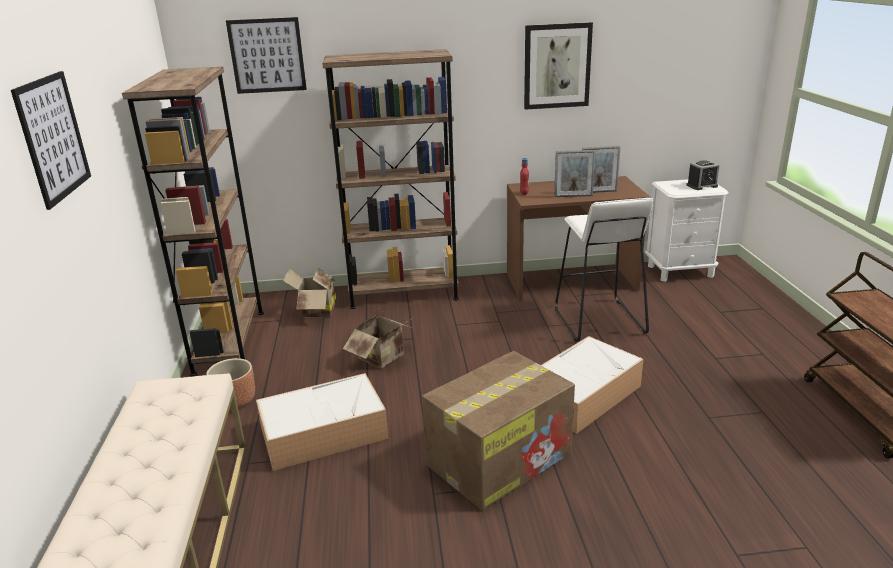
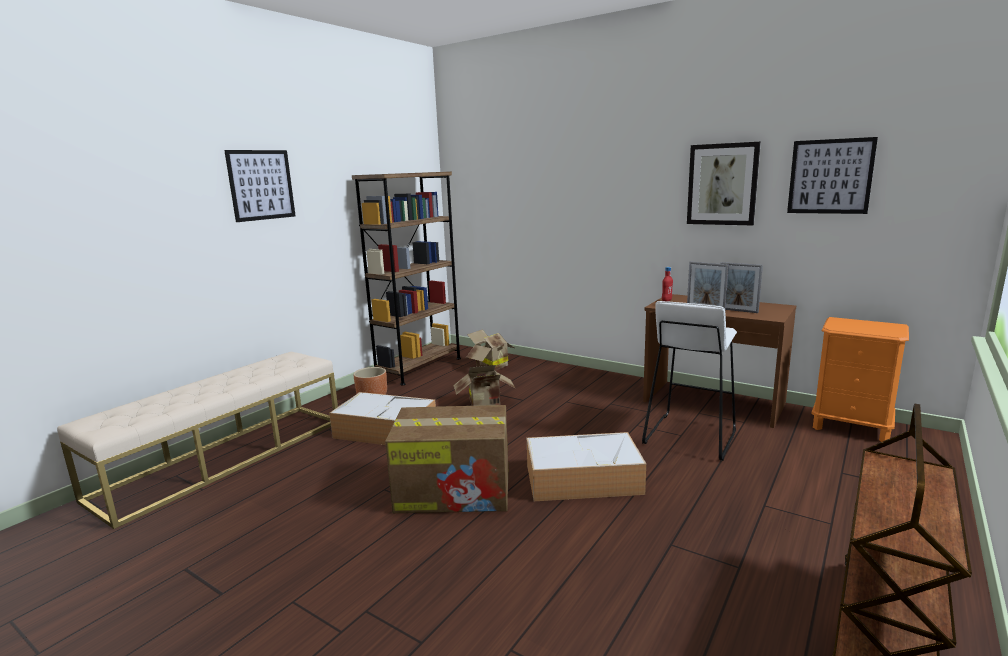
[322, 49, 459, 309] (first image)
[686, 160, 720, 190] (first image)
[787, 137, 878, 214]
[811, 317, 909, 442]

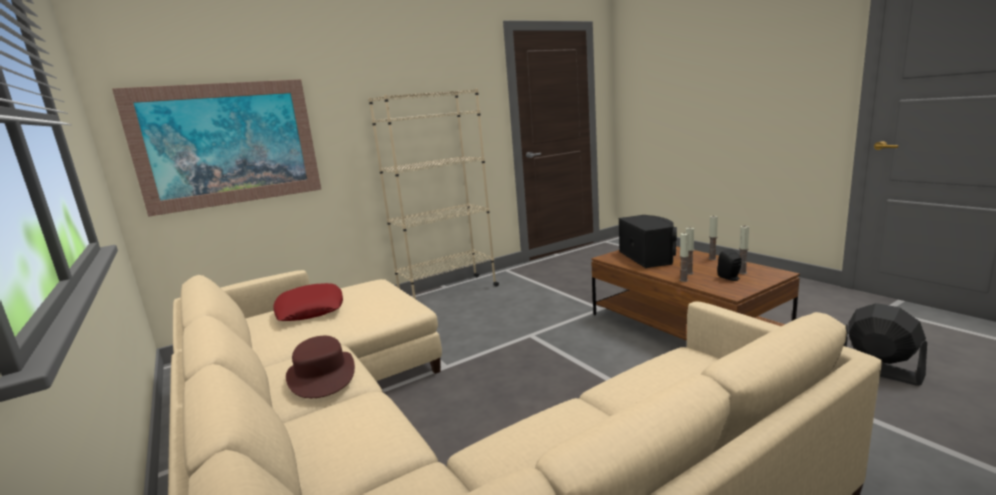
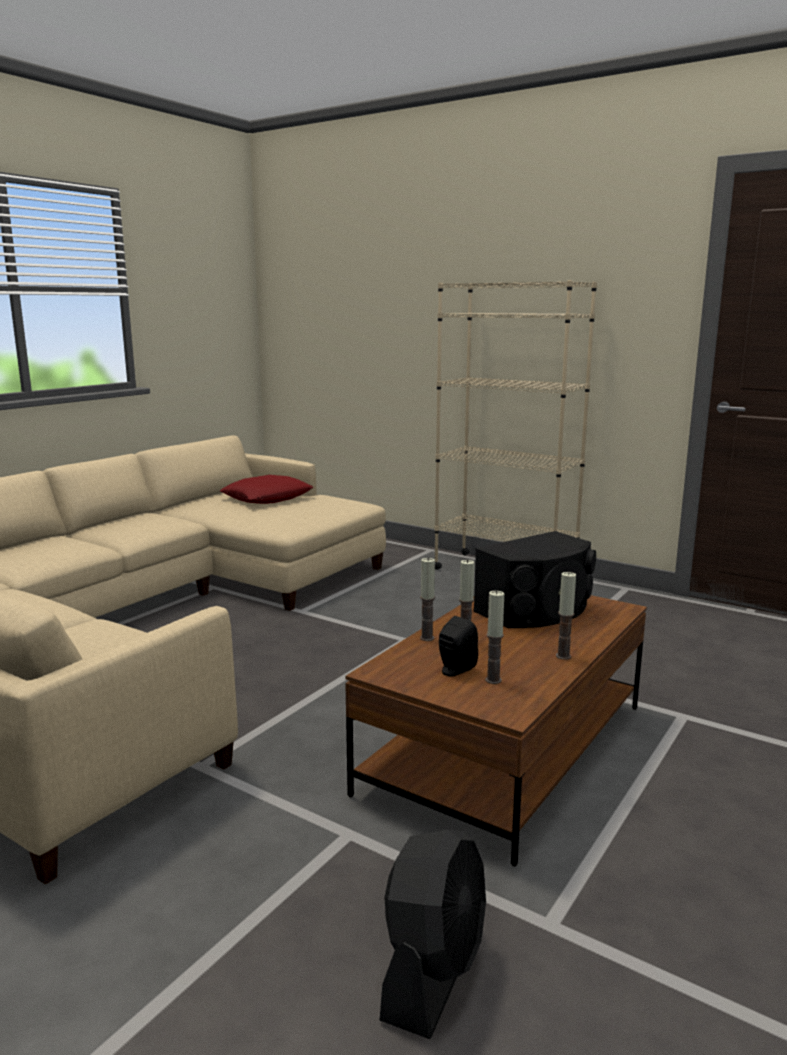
[112, 79, 321, 217] (first image)
[286, 336, 355, 398] (first image)

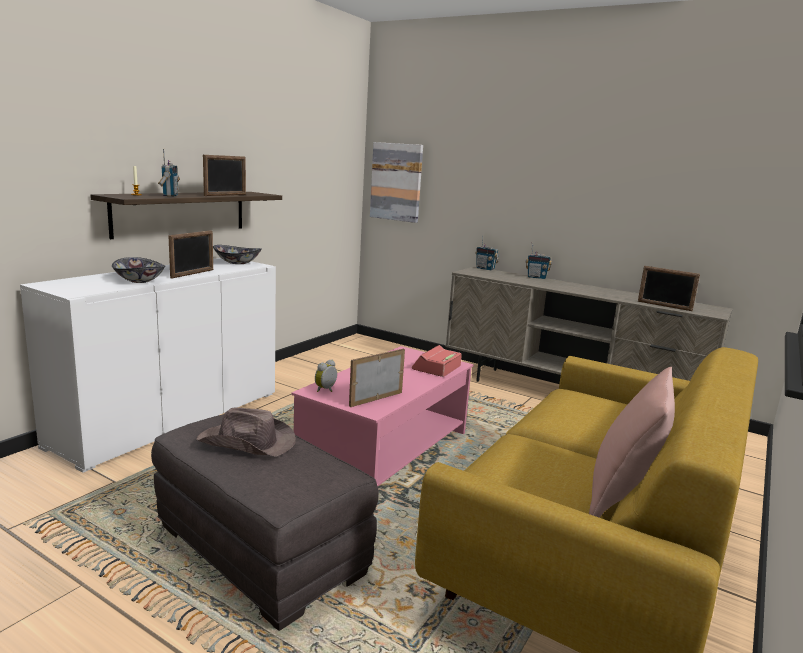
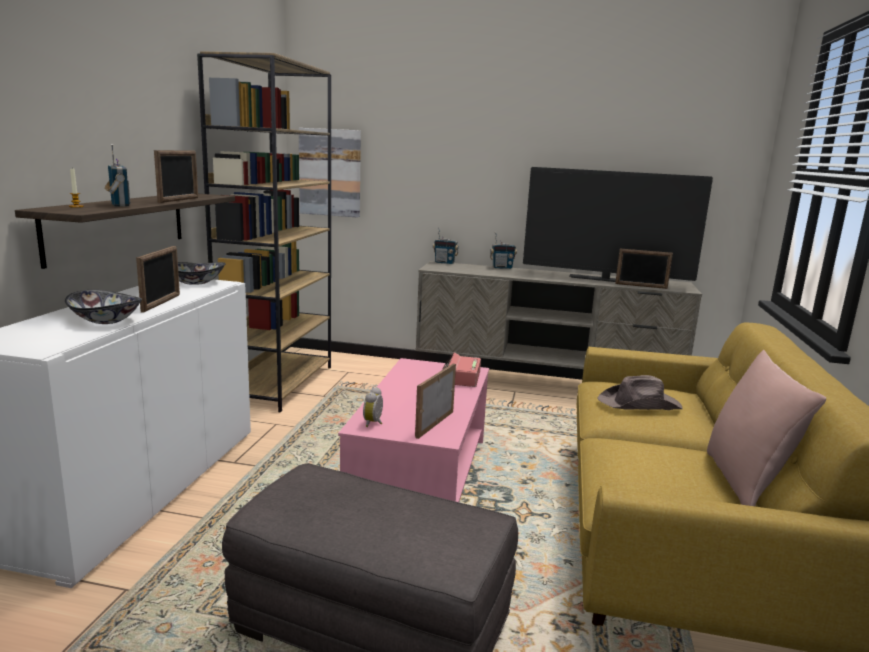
[197, 51, 331, 413]
[523, 167, 713, 282]
[598, 375, 682, 410]

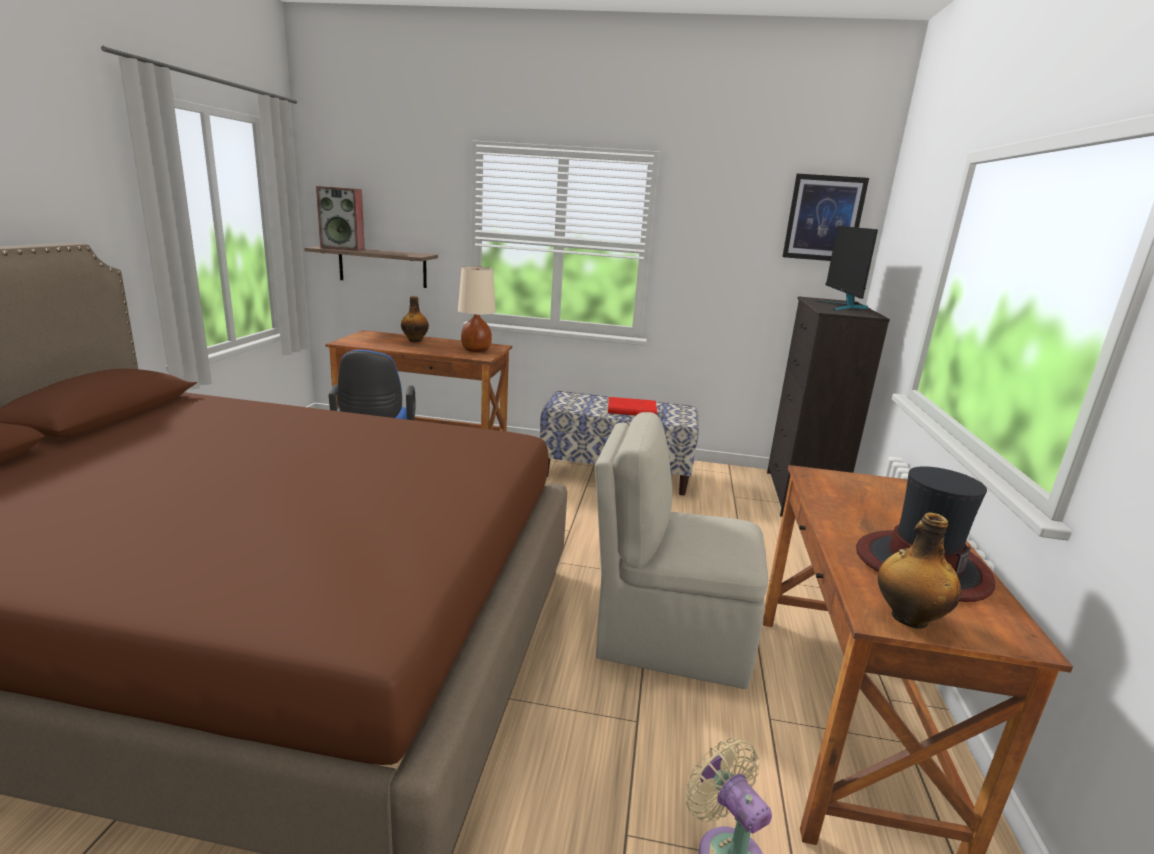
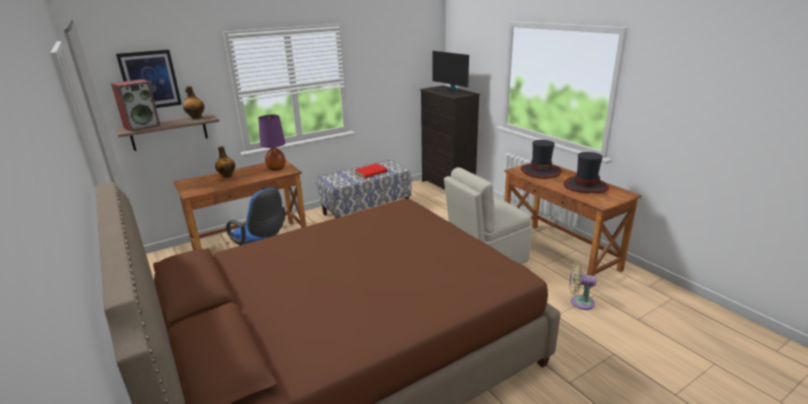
[521, 140, 562, 179]
[116, 50, 182, 108]
[183, 86, 205, 119]
[258, 115, 286, 170]

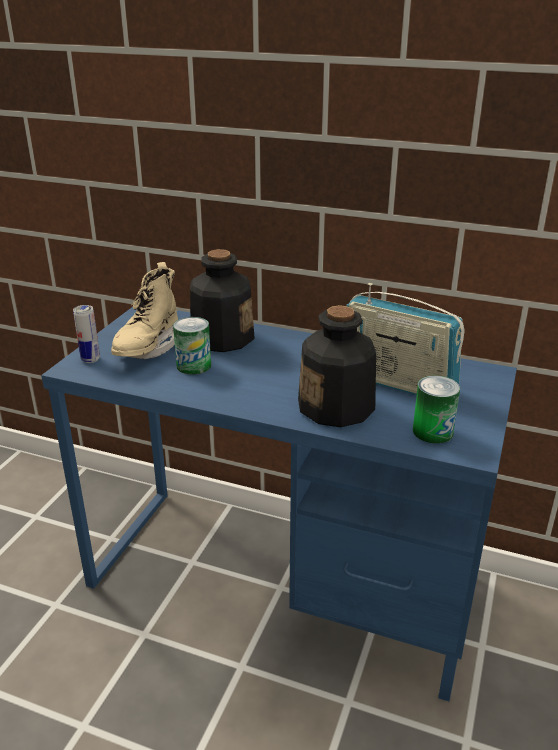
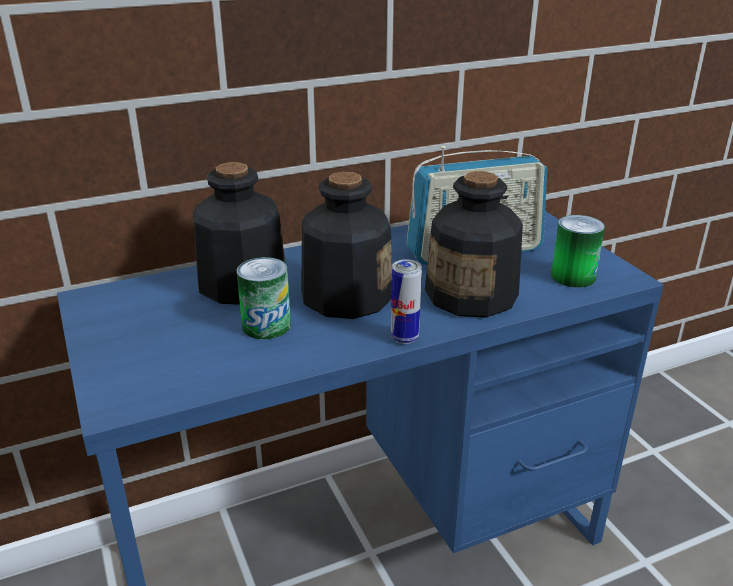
[111, 262, 178, 359] (first image)
[301, 172, 392, 319]
[391, 259, 422, 344]

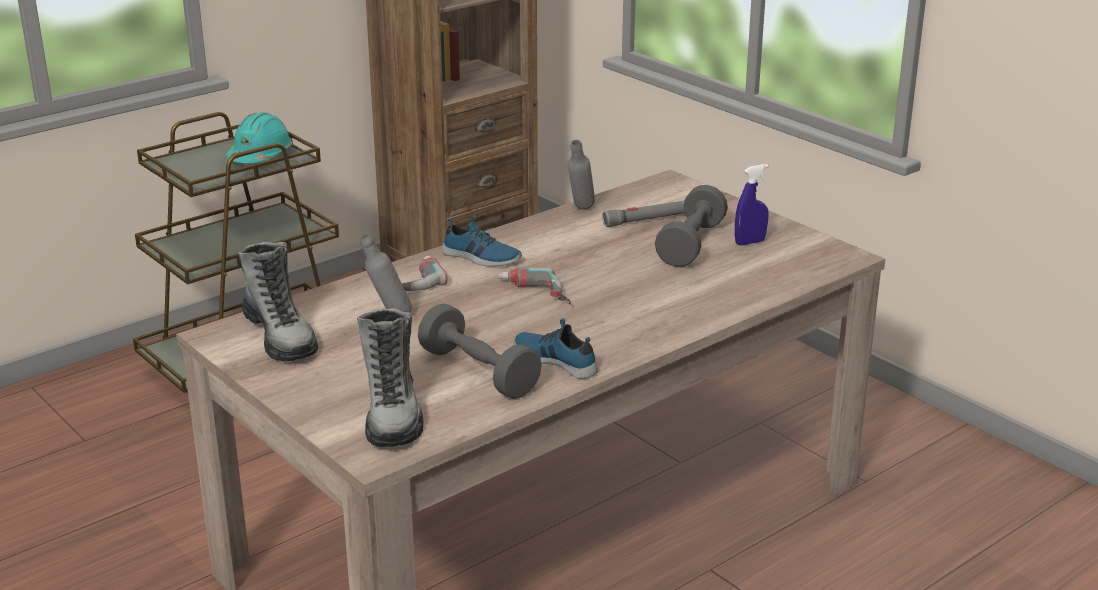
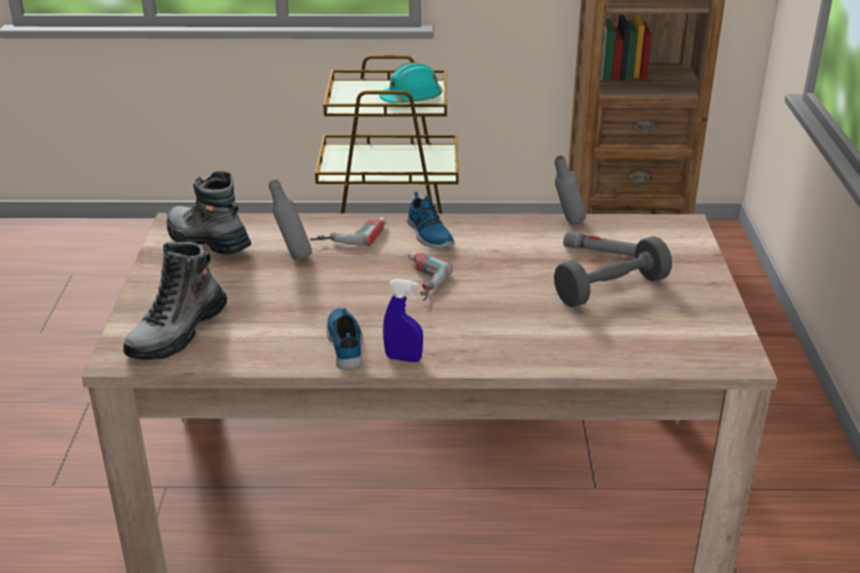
[418, 303, 542, 399] (first image)
[383, 279, 423, 362]
[167, 171, 251, 255]

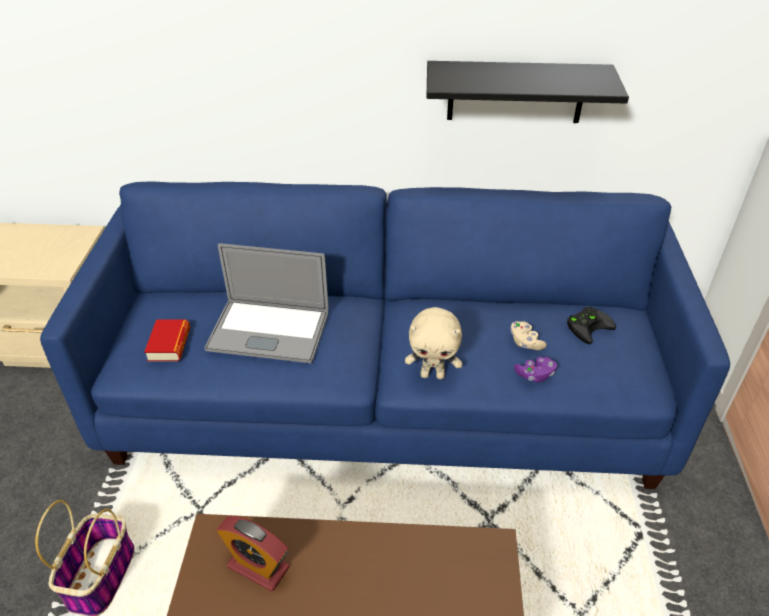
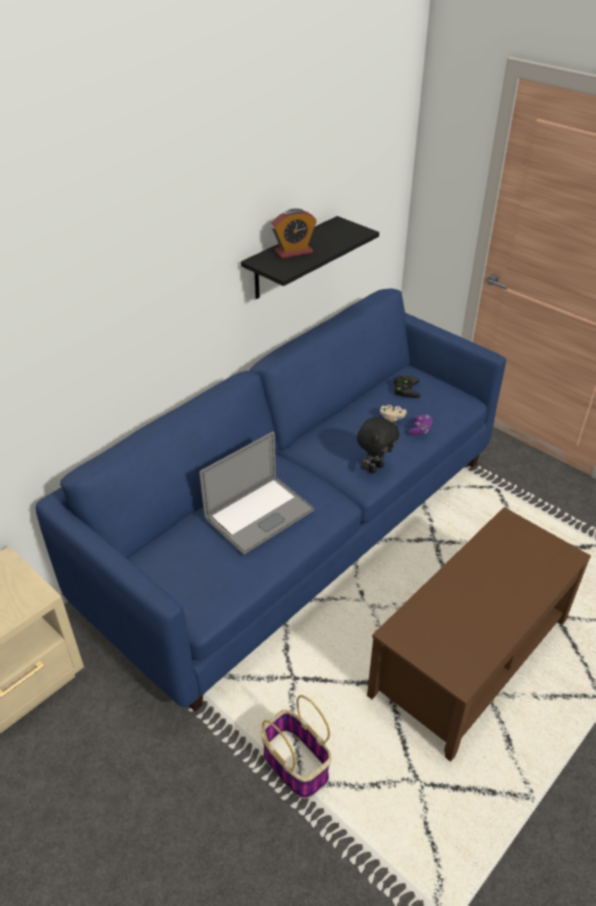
[144, 320, 190, 361] (first image)
[271, 208, 317, 259]
[357, 417, 399, 474]

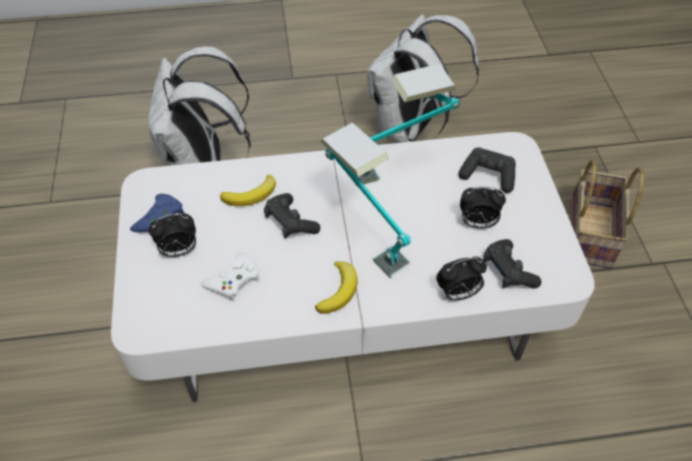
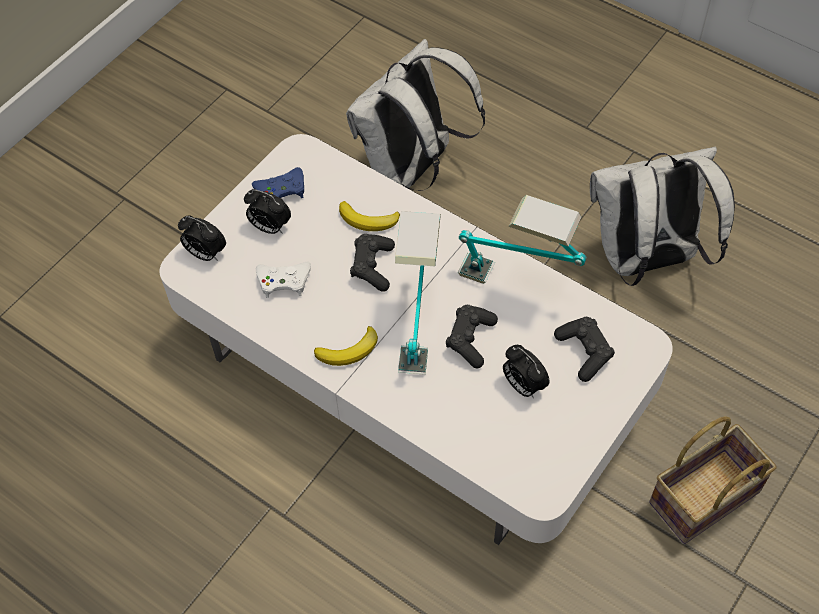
[178, 215, 226, 261]
[446, 305, 498, 368]

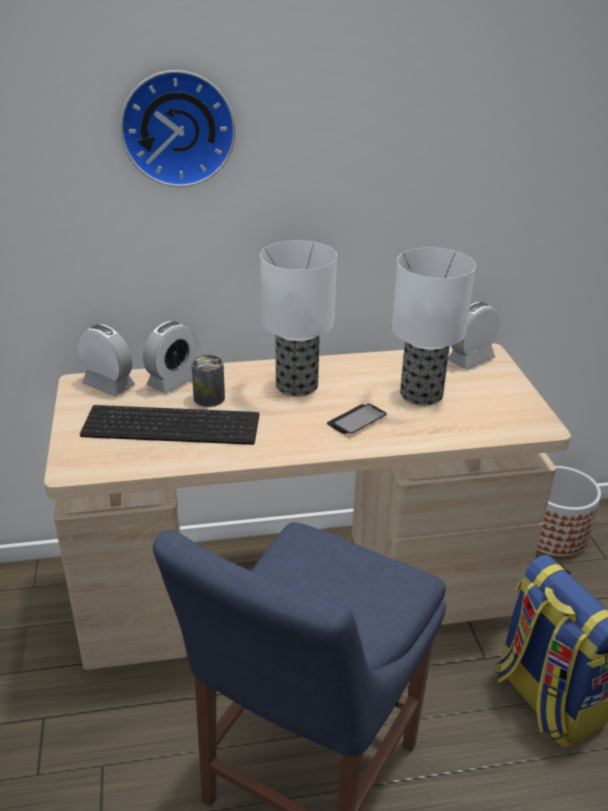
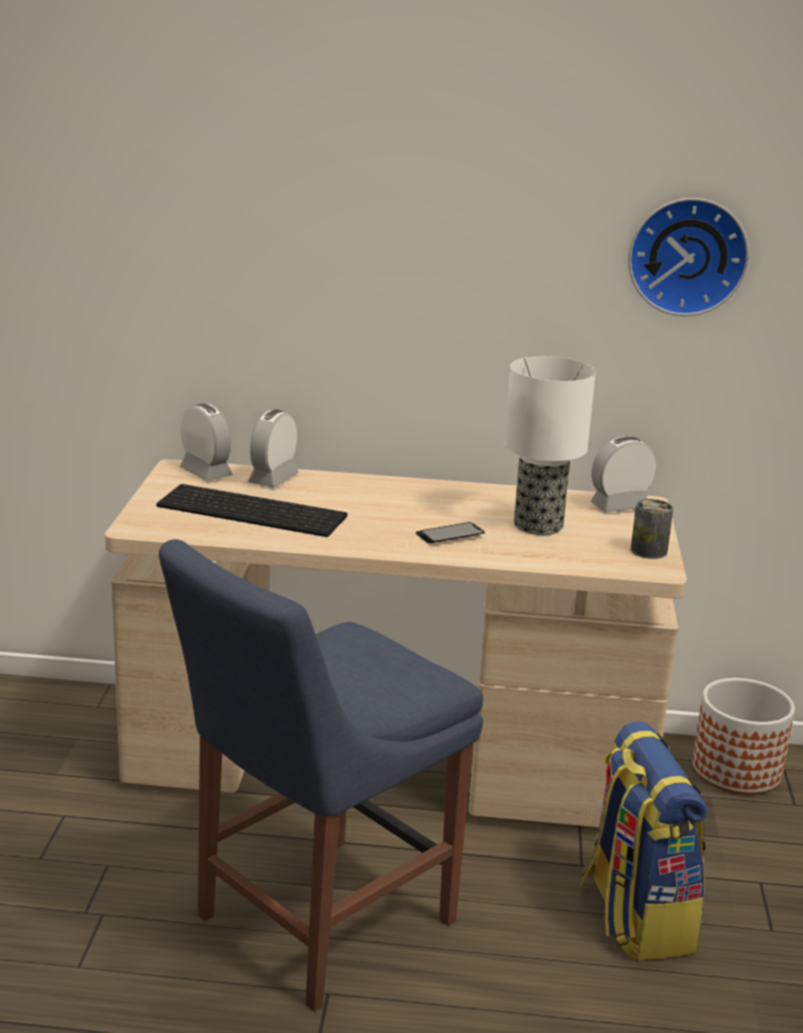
[260, 240, 337, 397] (first image)
[628, 198, 749, 316]
[631, 499, 673, 559]
[248, 409, 299, 488]

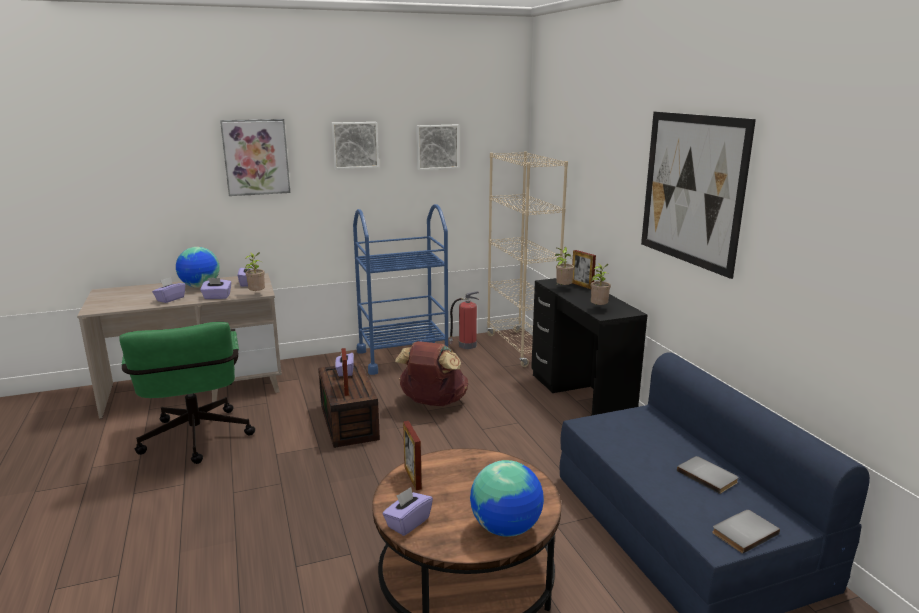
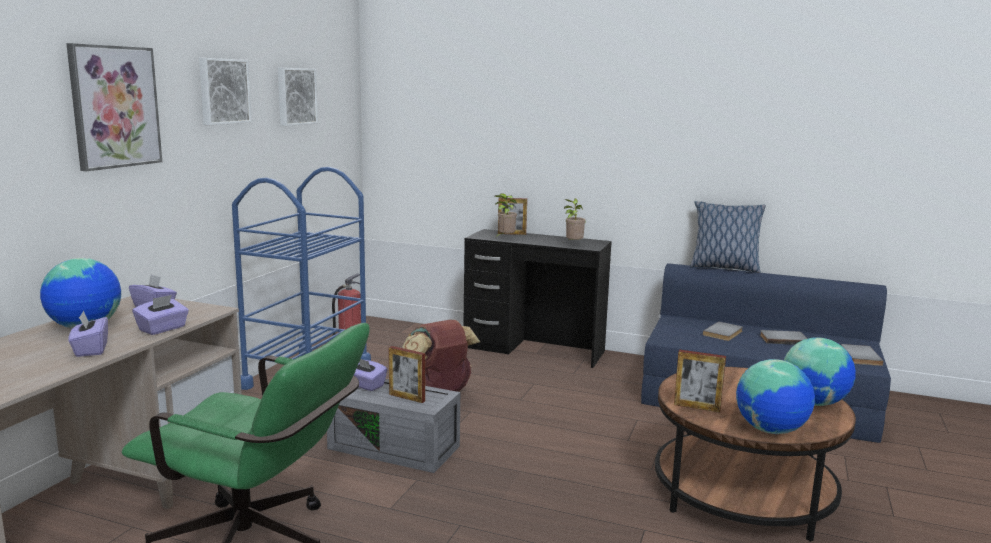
[245, 252, 265, 291] (first image)
[486, 151, 568, 367] (first image)
[641, 112, 756, 279] (first image)
[690, 201, 765, 273]
[703, 321, 743, 341]
[736, 359, 815, 434]
[327, 379, 460, 473]

